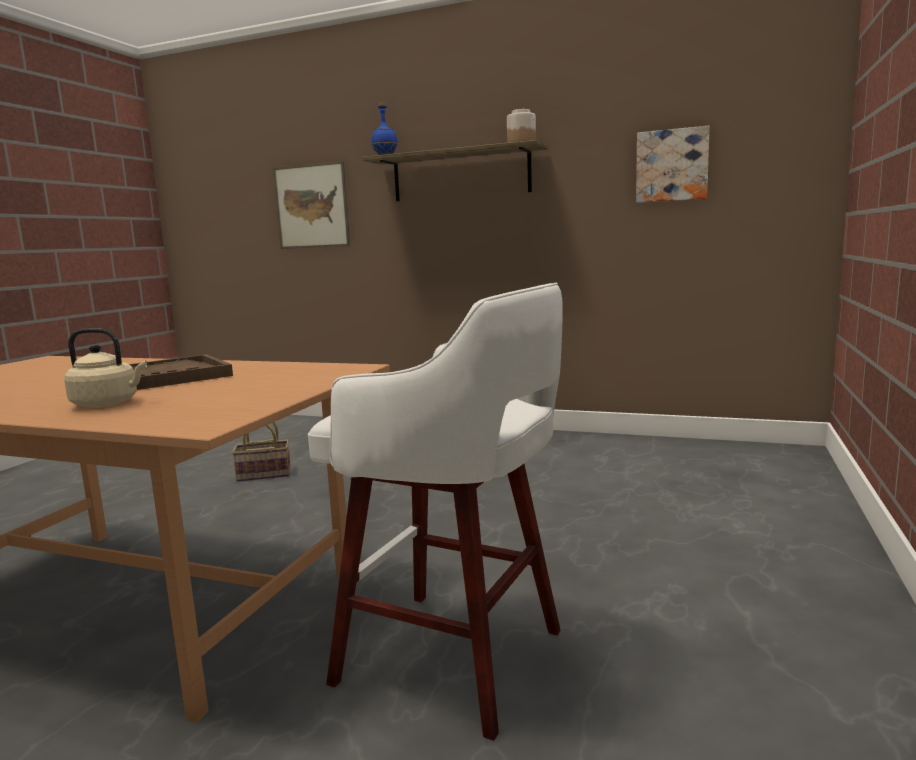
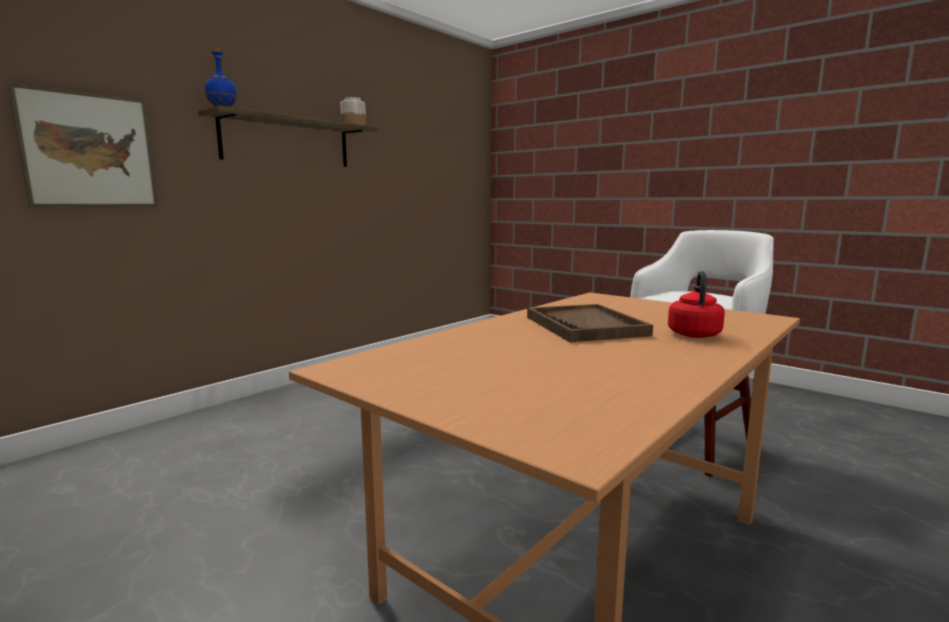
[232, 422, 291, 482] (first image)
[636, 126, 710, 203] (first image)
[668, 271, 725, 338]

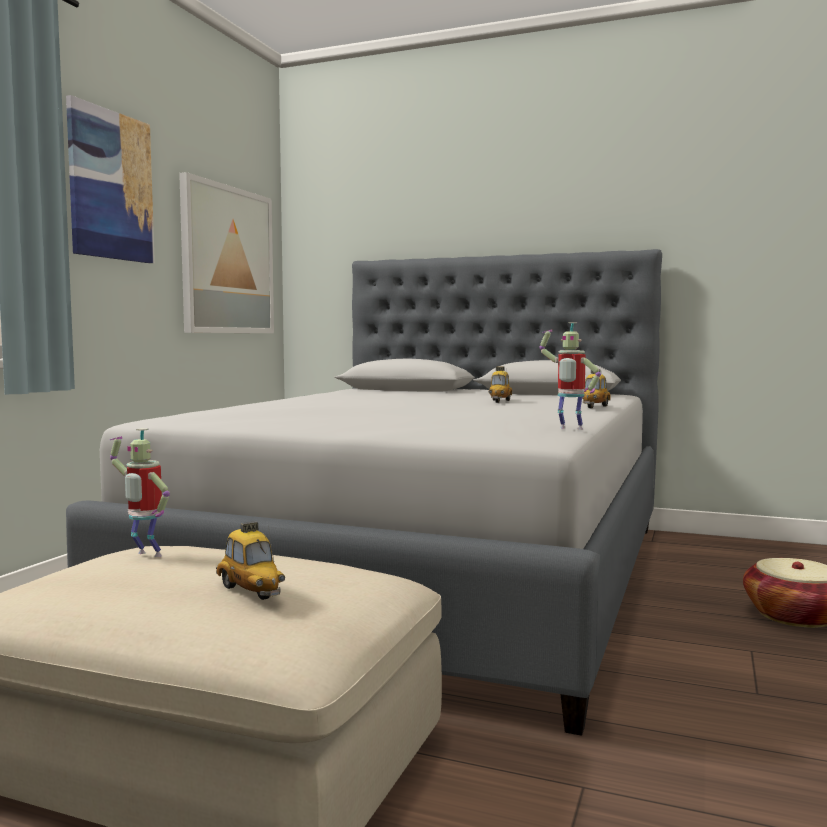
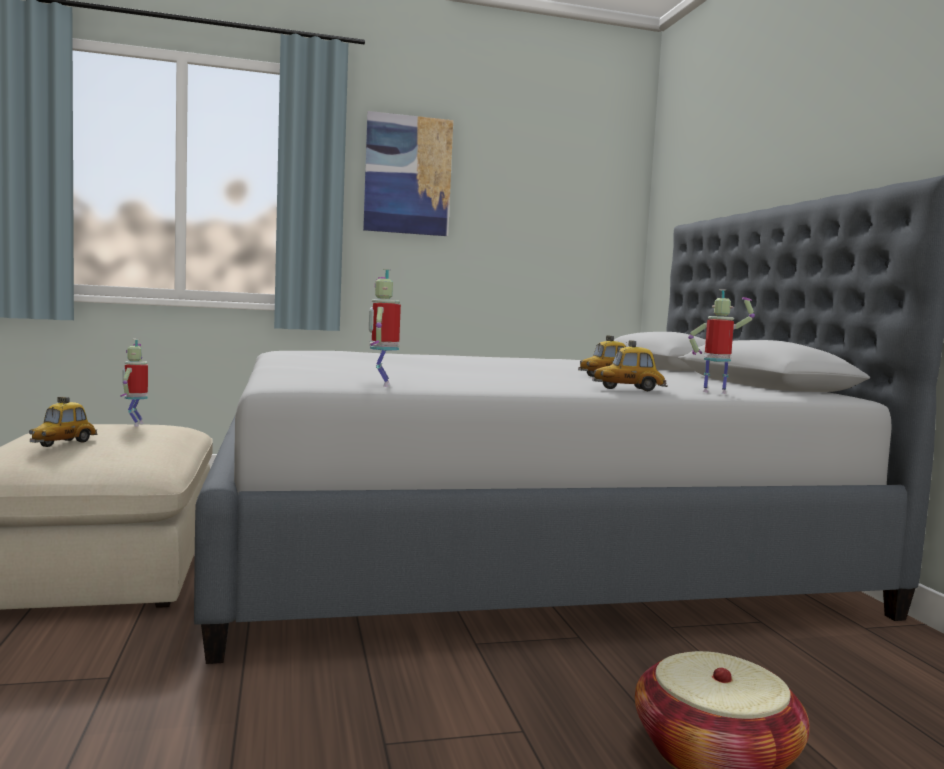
[179, 172, 274, 333] (first image)
[688, 289, 755, 394]

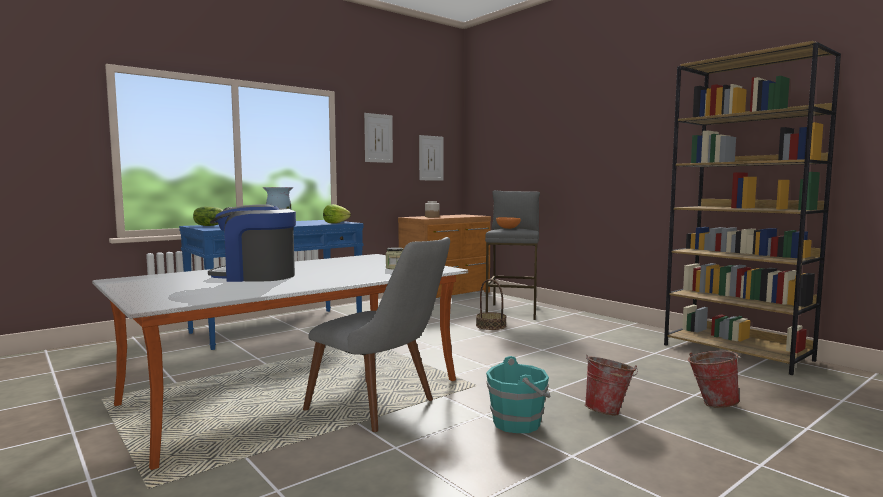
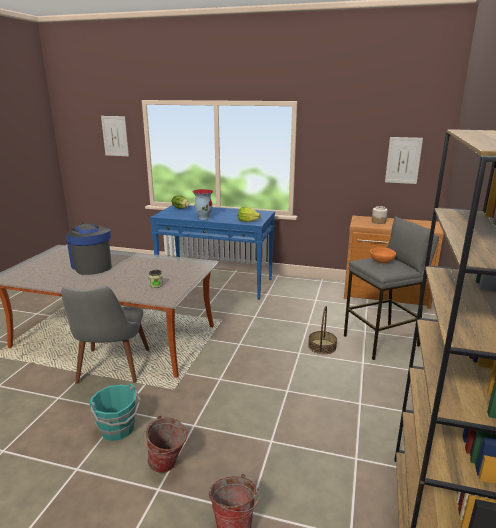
[101, 116, 129, 156]

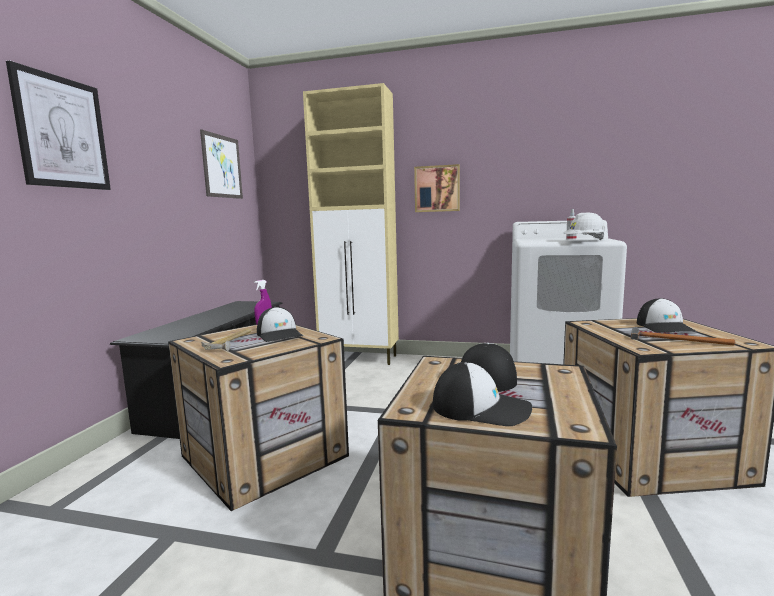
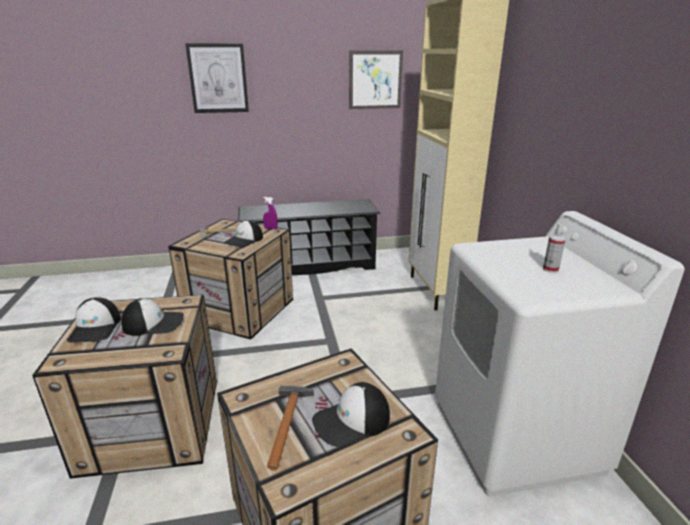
[414, 164, 460, 212] (first image)
[563, 213, 607, 240] (first image)

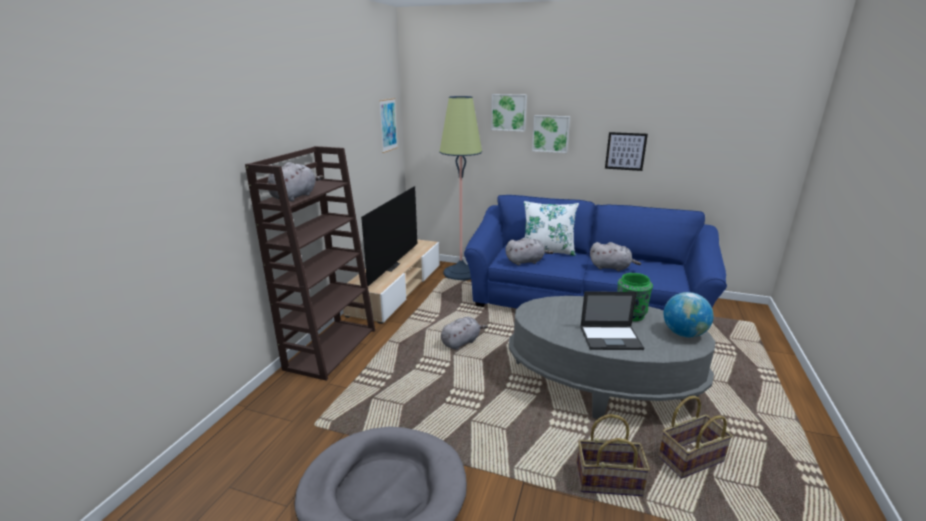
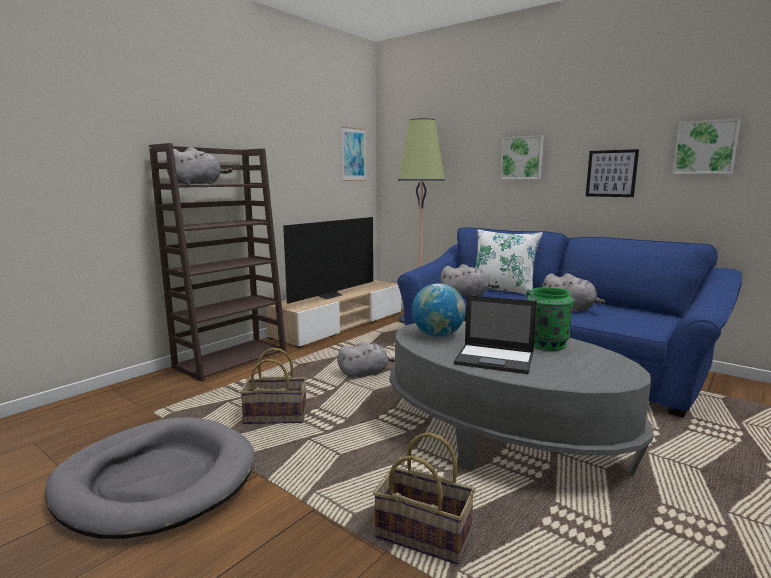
[672, 118, 741, 174]
[240, 348, 307, 424]
[412, 284, 466, 337]

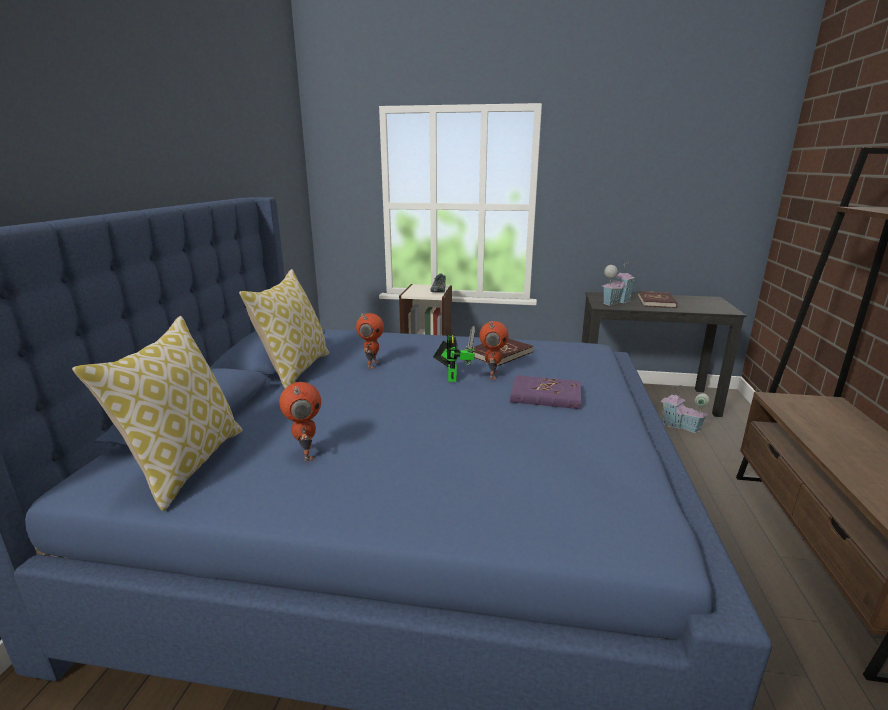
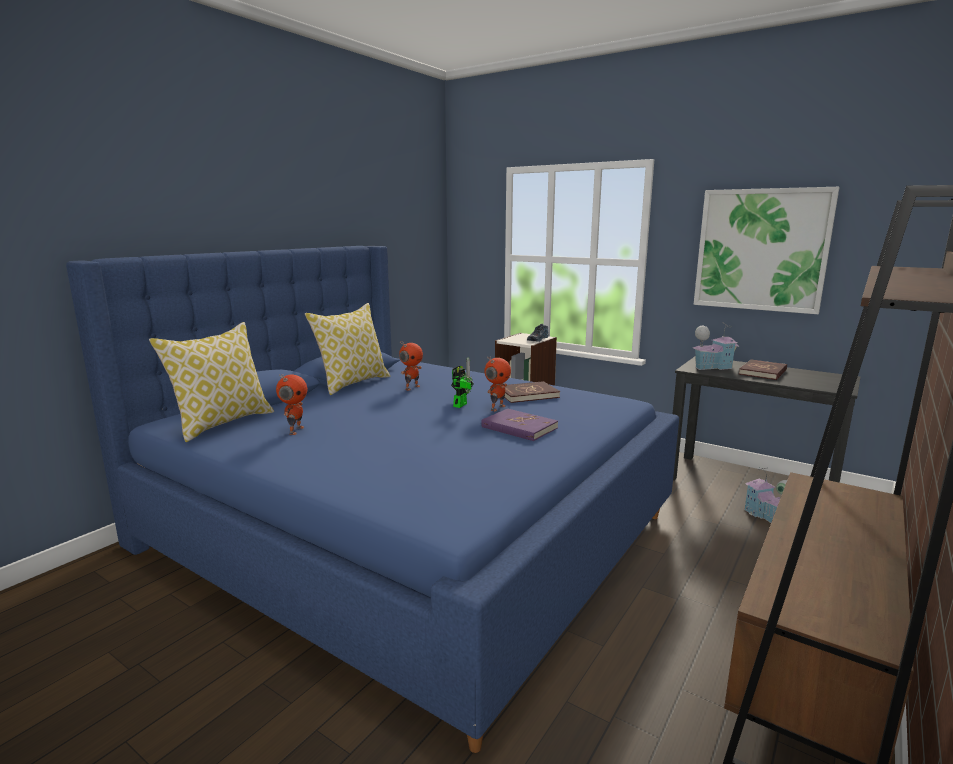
[694, 187, 839, 314]

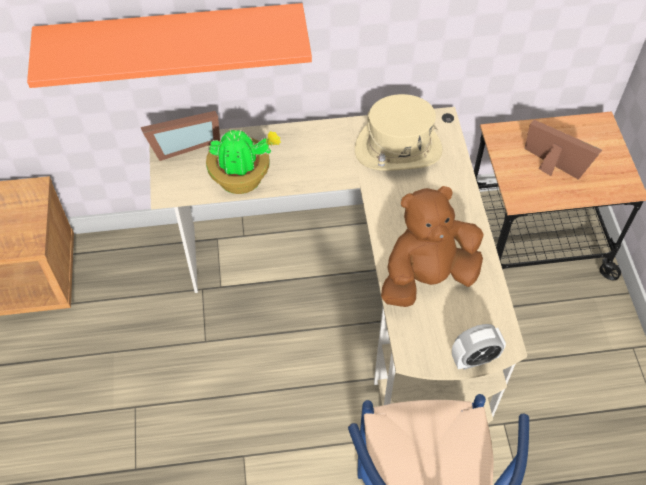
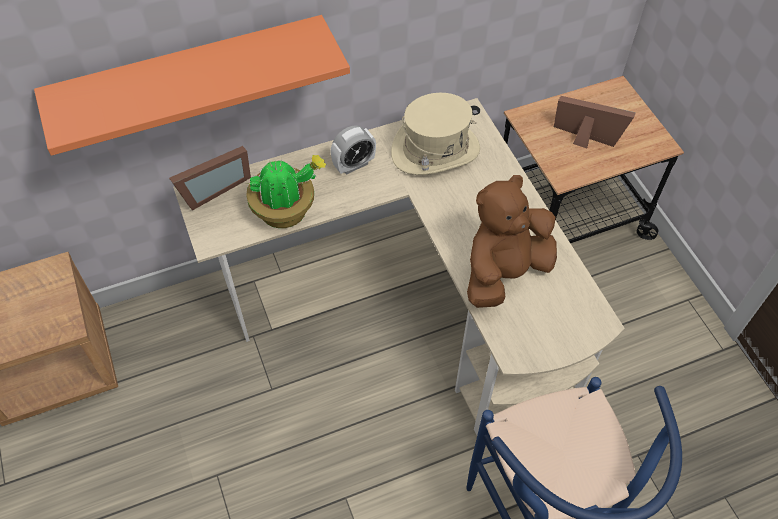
[331, 125, 376, 175]

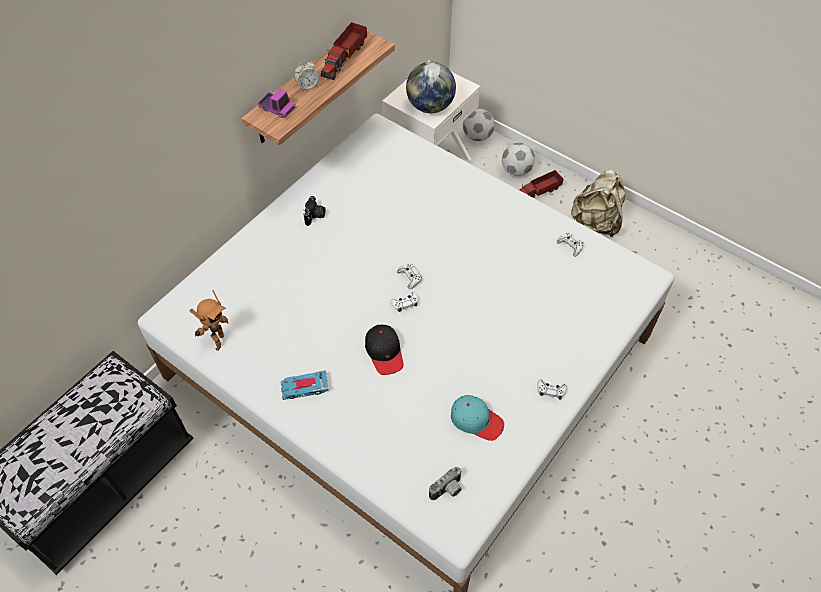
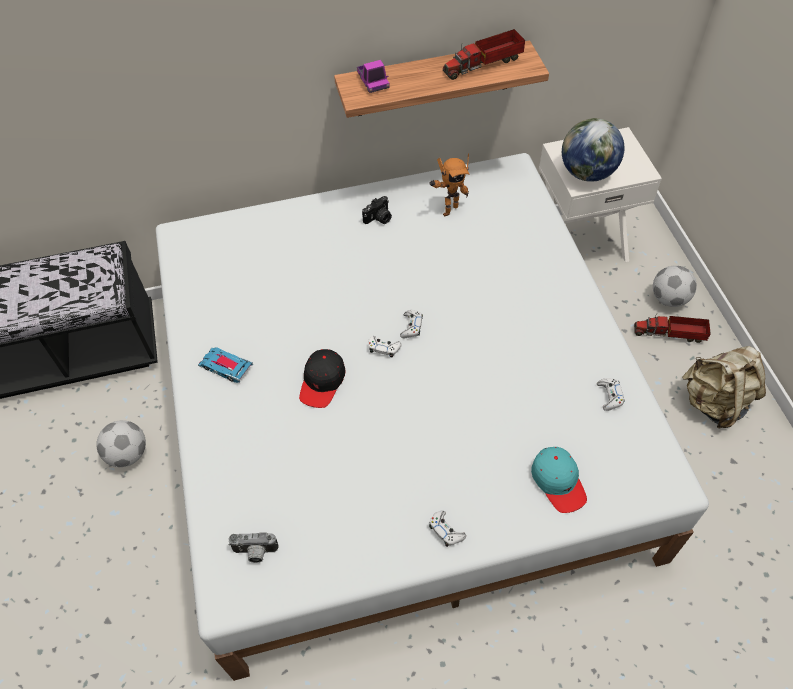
[294, 60, 319, 91] (first image)
[429, 154, 469, 217]
[531, 447, 587, 513]
[96, 420, 146, 467]

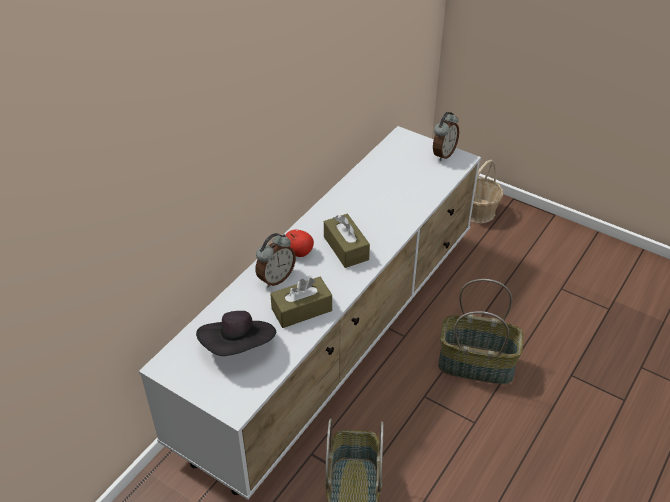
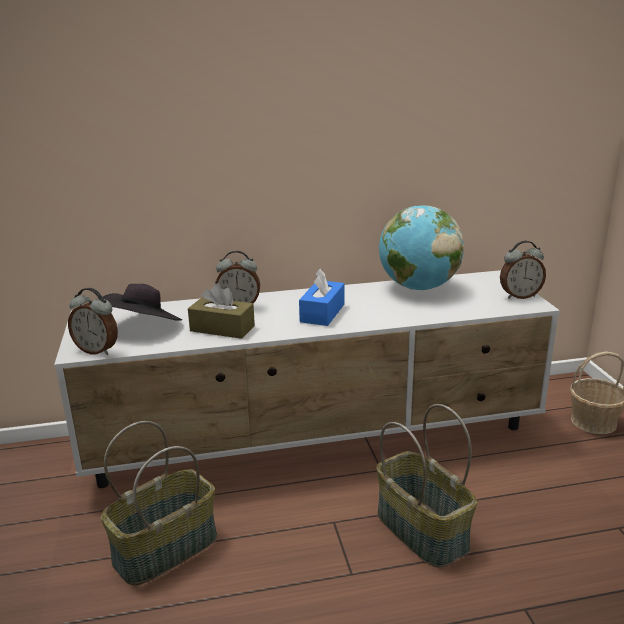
[285, 229, 314, 257] (first image)
[68, 288, 118, 355]
[379, 205, 464, 290]
[299, 269, 344, 326]

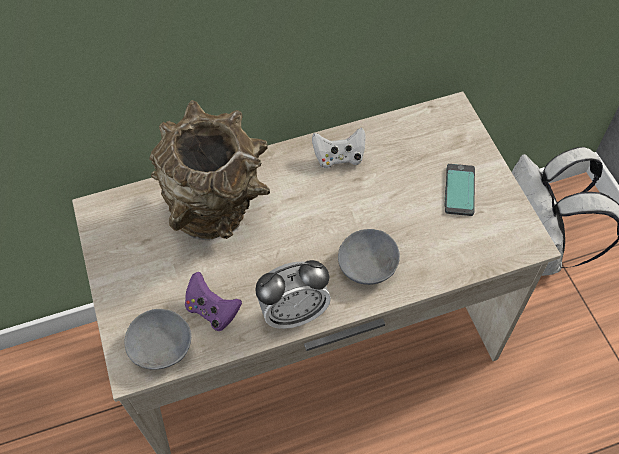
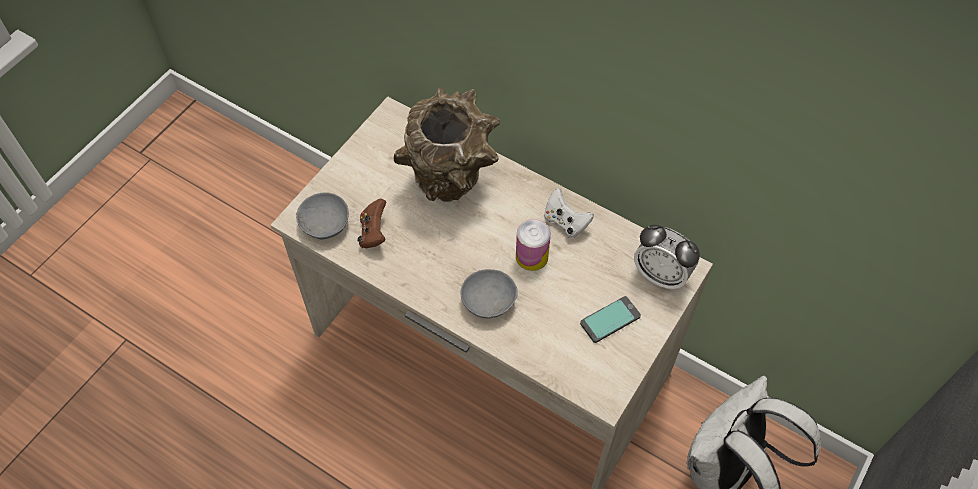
[516, 219, 551, 271]
[634, 225, 700, 291]
[358, 198, 386, 248]

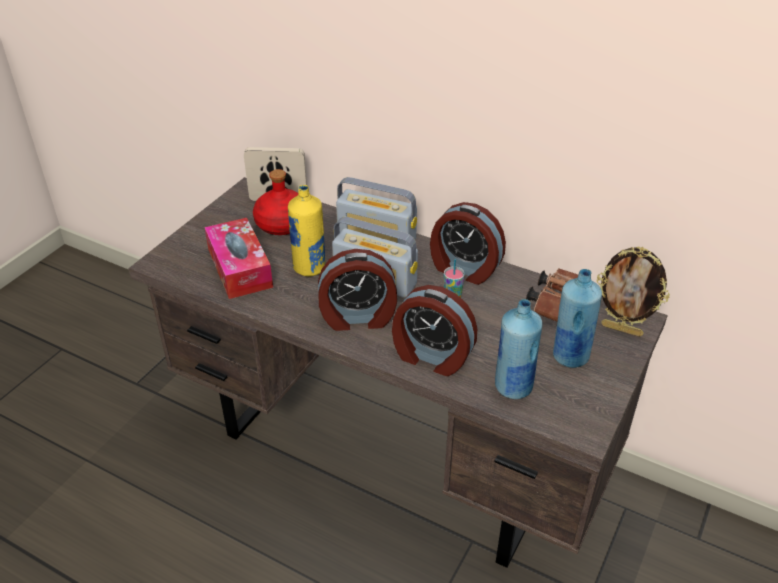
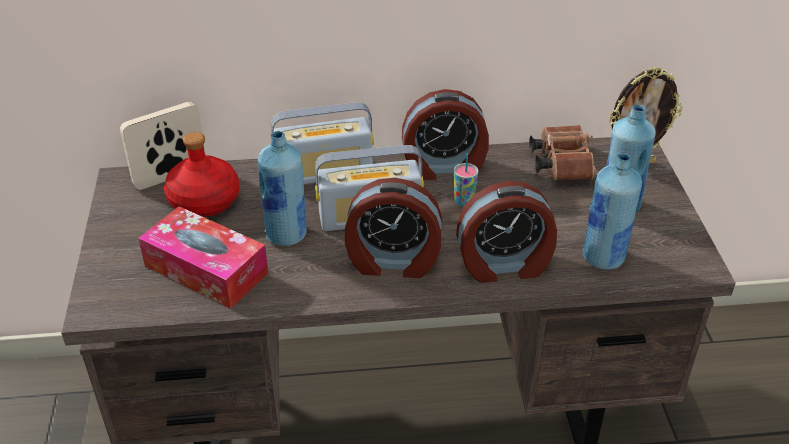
[258, 131, 307, 246]
[345, 178, 442, 278]

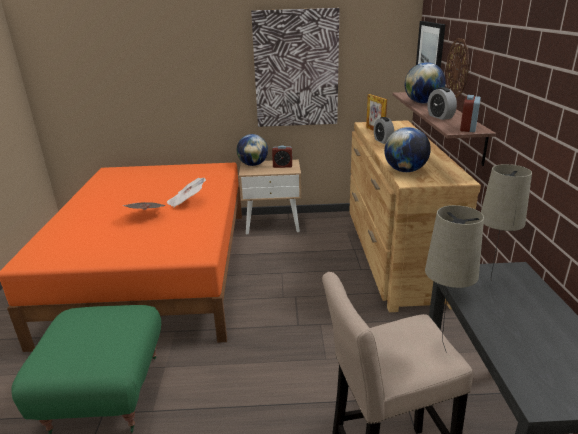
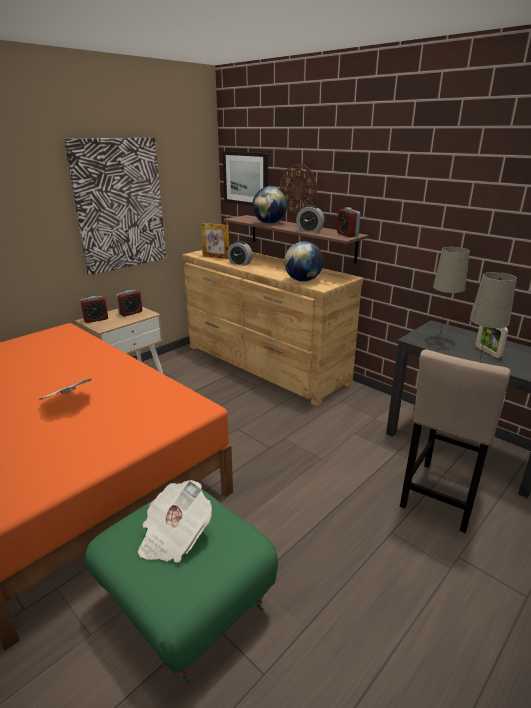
[475, 325, 508, 358]
[138, 480, 212, 563]
[80, 296, 108, 323]

